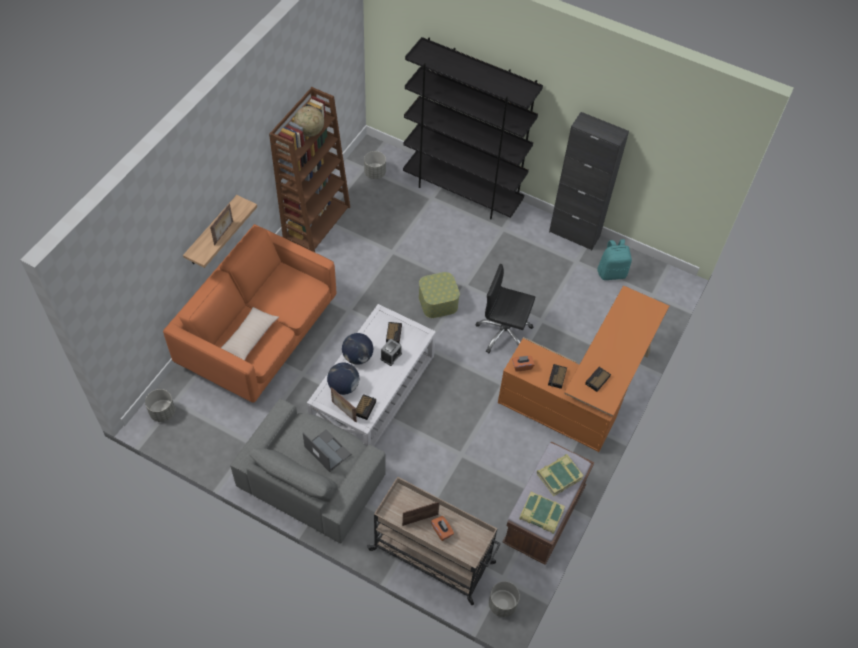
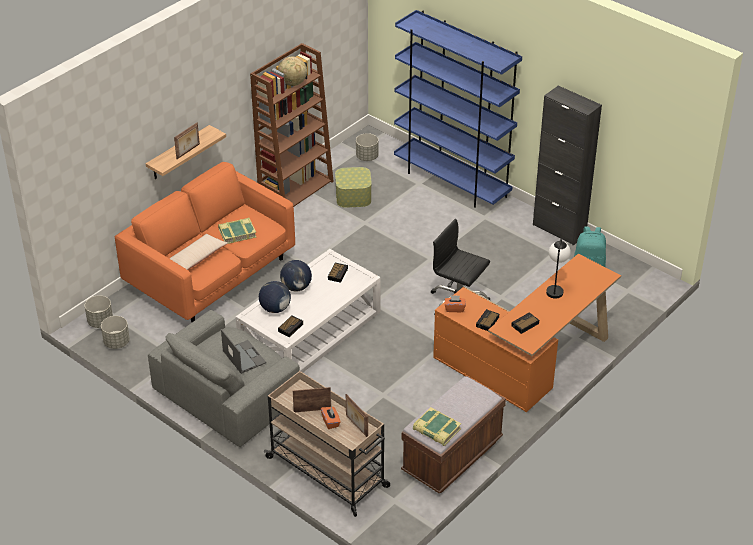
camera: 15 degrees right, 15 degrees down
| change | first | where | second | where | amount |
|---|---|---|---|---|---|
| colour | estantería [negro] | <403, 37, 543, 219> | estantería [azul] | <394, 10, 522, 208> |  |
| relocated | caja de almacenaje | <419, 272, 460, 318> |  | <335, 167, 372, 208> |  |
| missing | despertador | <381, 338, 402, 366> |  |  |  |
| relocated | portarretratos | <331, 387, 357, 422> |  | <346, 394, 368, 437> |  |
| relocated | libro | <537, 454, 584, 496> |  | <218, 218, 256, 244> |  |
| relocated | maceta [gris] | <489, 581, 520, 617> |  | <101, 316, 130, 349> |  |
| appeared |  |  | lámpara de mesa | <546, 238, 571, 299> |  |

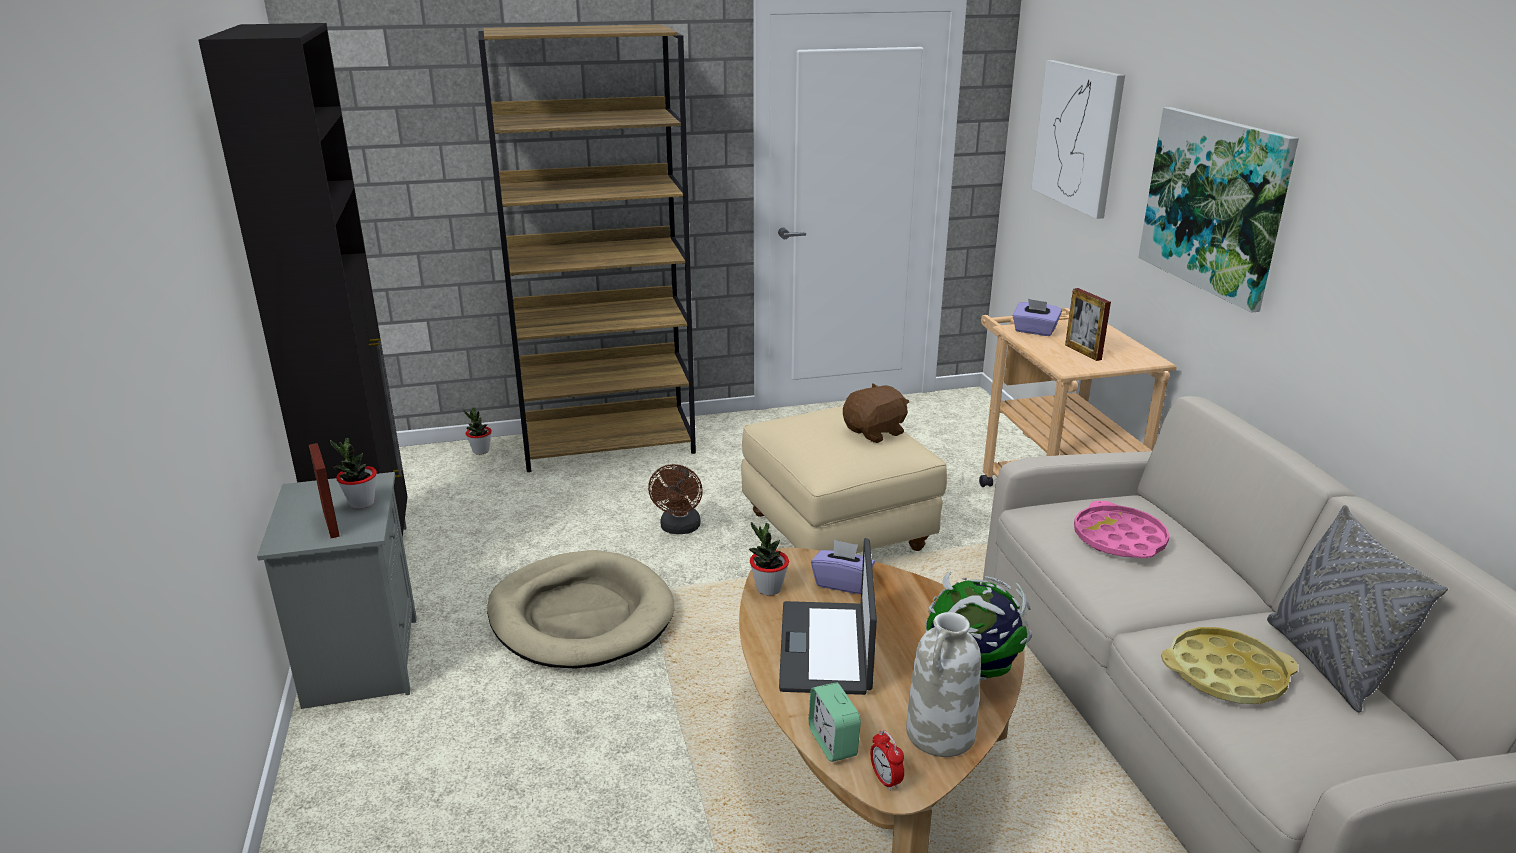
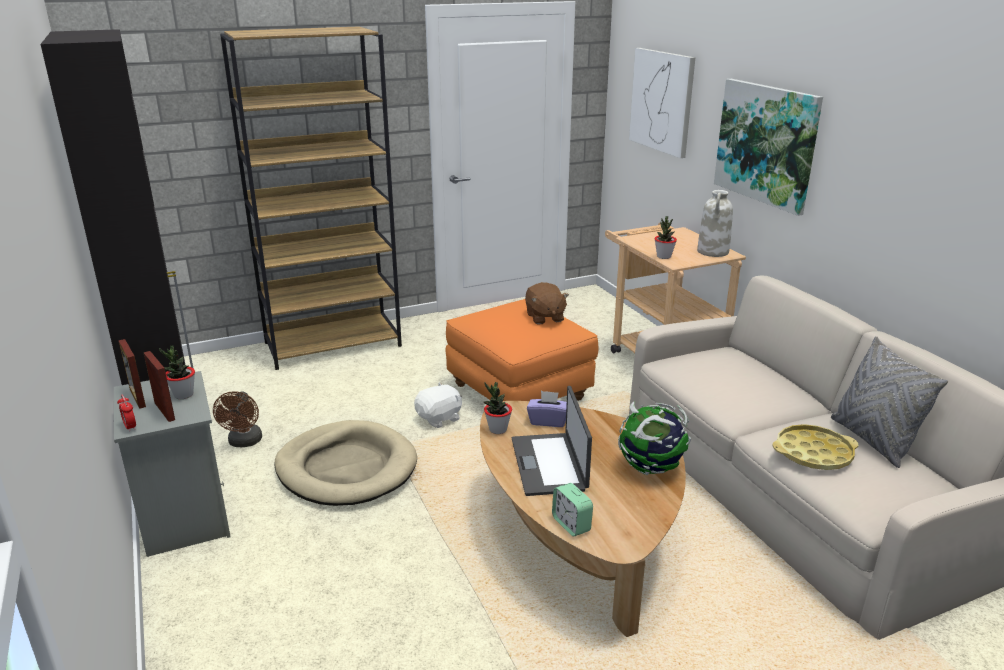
camera: 10 degrees left, 0 degrees up
| change | first | where | second | where | amount |
|---|---|---|---|---|---|
| relocated | portarretratos | <1065, 288, 1111, 361> |  | <119, 339, 146, 409> |  |
| missing | caja de pañuelos [morado] | <1013, 299, 1062, 336> |  |  |  |
| spun | peluche [marrón] | <843, 384, 909, 443> |  | <525, 282, 569, 325> | 120 degrees clockwise |
| colour | puf [beis] | <741, 406, 947, 554> | puf [naranja] | <446, 299, 598, 401> |  |
| relocated | planta en maceta | <463, 407, 492, 455> |  | <655, 216, 677, 259> |  |
| relocated | ventilador [marrón] | <648, 464, 703, 534> |  | <213, 391, 262, 447> |  |
| missing | bandeja [rosa] | <1074, 501, 1169, 558> |  |  |  |
| relocated | florero [blanco] | <906, 612, 981, 757> |  | <697, 190, 733, 257> |  |
| relocated | despertador | <870, 730, 904, 791> |  | <117, 395, 136, 432> |  |
| appeared |  |  | peluche [blanco] | <414, 382, 462, 428> |  |

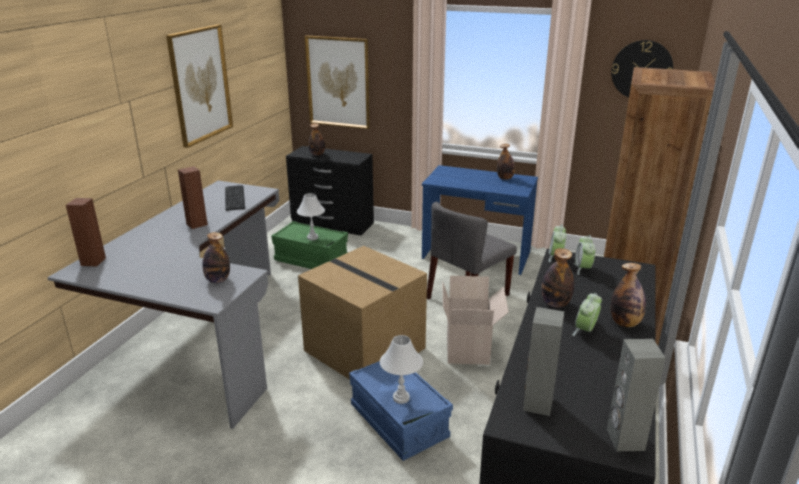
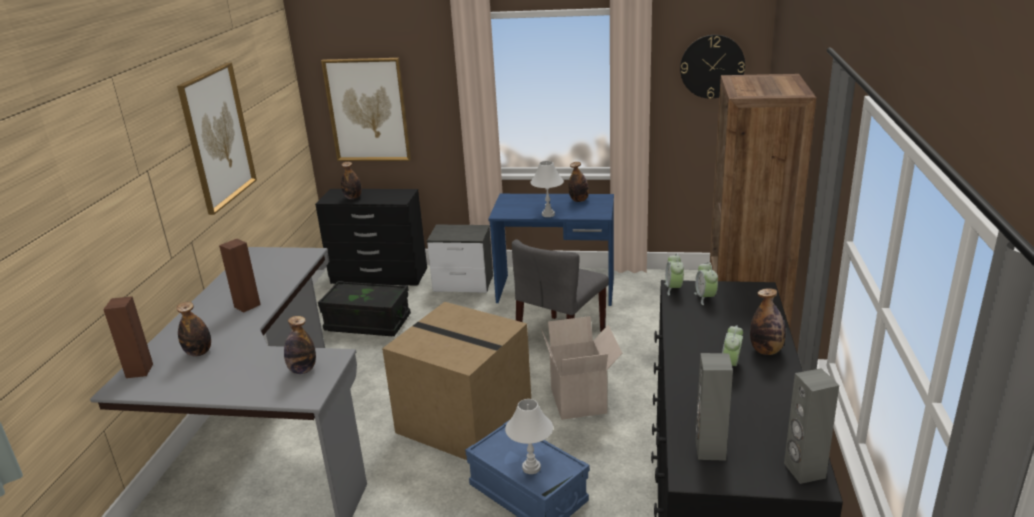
camera: 10 degrees left, 0 degrees up
| change | first | where | second | where | amount |
|---|---|---|---|---|---|
| missing | teclado | <225, 185, 245, 211> |  |  |  |
| relocated | lámpara de mesa [blanco] | <297, 193, 325, 240> |  | <530, 161, 564, 217> |  |
| colour | caja de almacenaje [verde] | <271, 221, 348, 269> | caja de almacenaje [negro] | <318, 281, 411, 336> |  |
| relocated | botella | <541, 248, 574, 308> |  | <177, 302, 211, 356> |  |
| appeared |  |  | mesita de noche | <427, 225, 493, 293> |  |

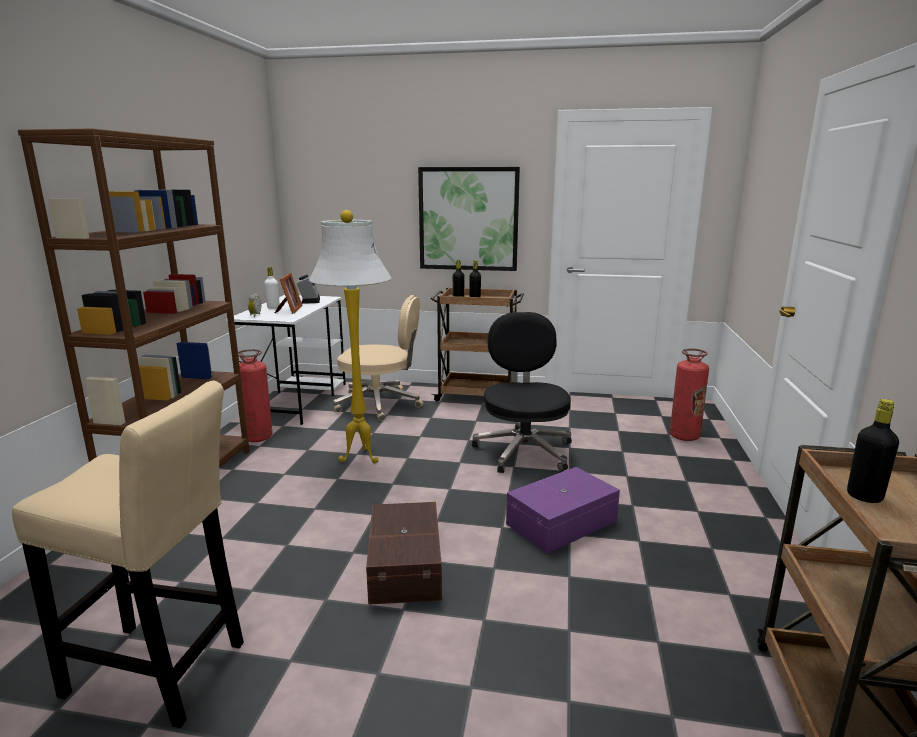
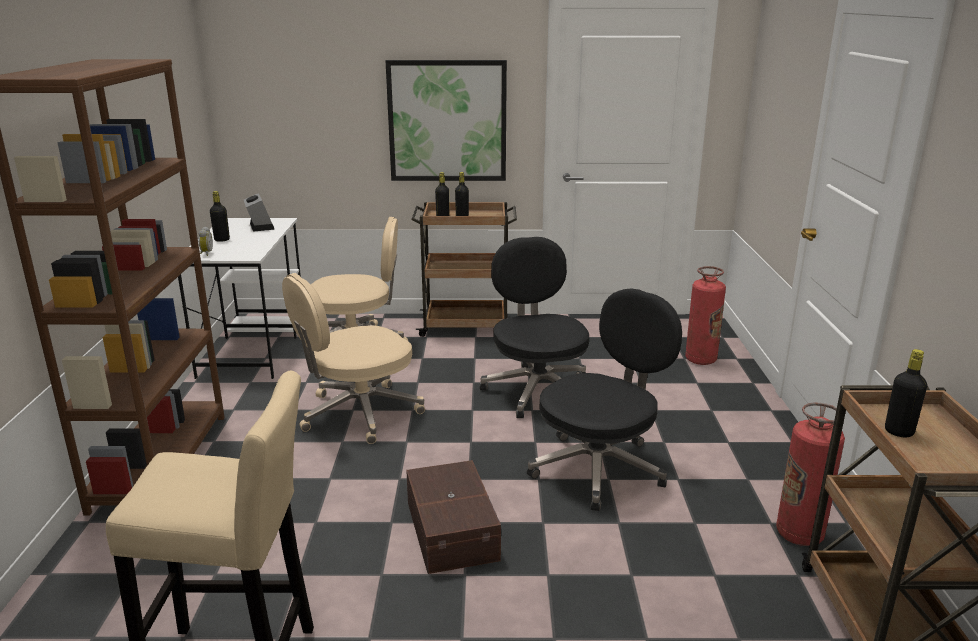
camera: 10 degrees left, 5 degrees up
| change | first | where | second | where | amount |
|---|---|---|---|---|---|
| exchanged | lámpara de pie [blanco] | <309, 210, 391, 463> | silla de oficina [beis] | <282, 273, 425, 444> |  |
| colour | botella [blanco] | <264, 267, 280, 309> | botella [negro] | <210, 191, 230, 242> |  |
| missing | portarretratos | <275, 273, 303, 314> |  |  |  |
| relocated | extintor | <238, 349, 273, 442> |  | <776, 403, 845, 546> |  |
| exchanged | caja de almacenaje [morado] | <506, 467, 620, 554> | silla de oficina [negro] | <527, 288, 682, 511> |  |

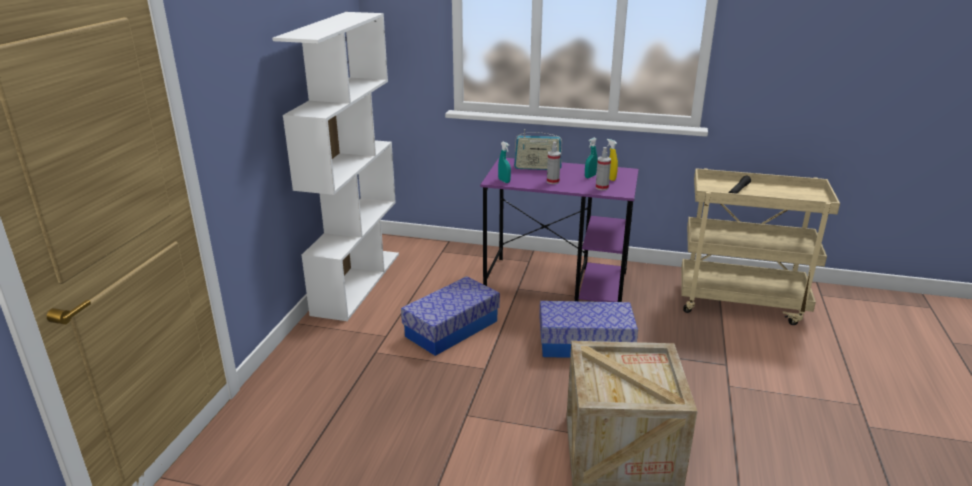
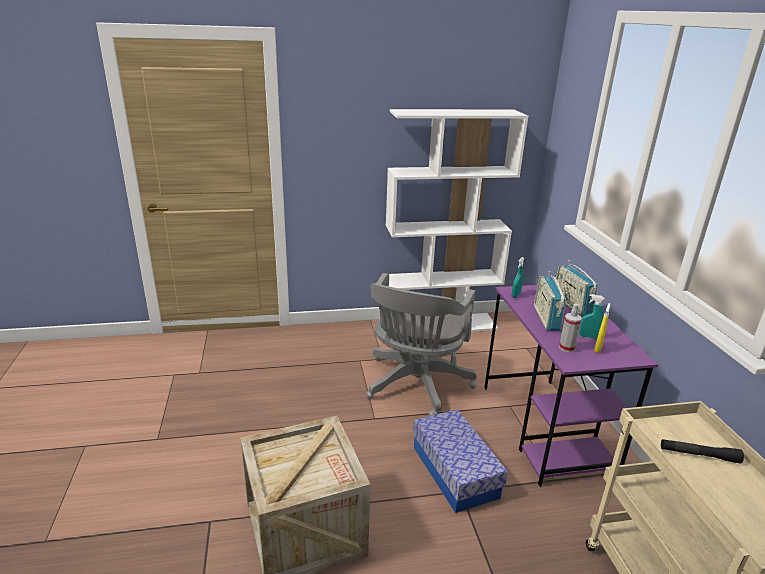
camera: 65 degrees right, 0 degrees up
| change | first | where | second | where | amount |
|---|---|---|---|---|---|
| exchanged | pulverizador | <547, 142, 561, 184> | radio | <534, 271, 566, 331> |  |
| exchanged | caja de almacenaje | <401, 276, 500, 356> | silla de oficina [gris] | <366, 273, 476, 416> |  |

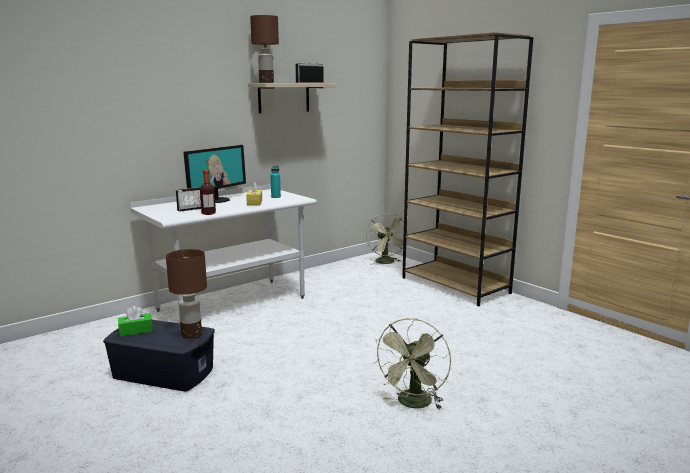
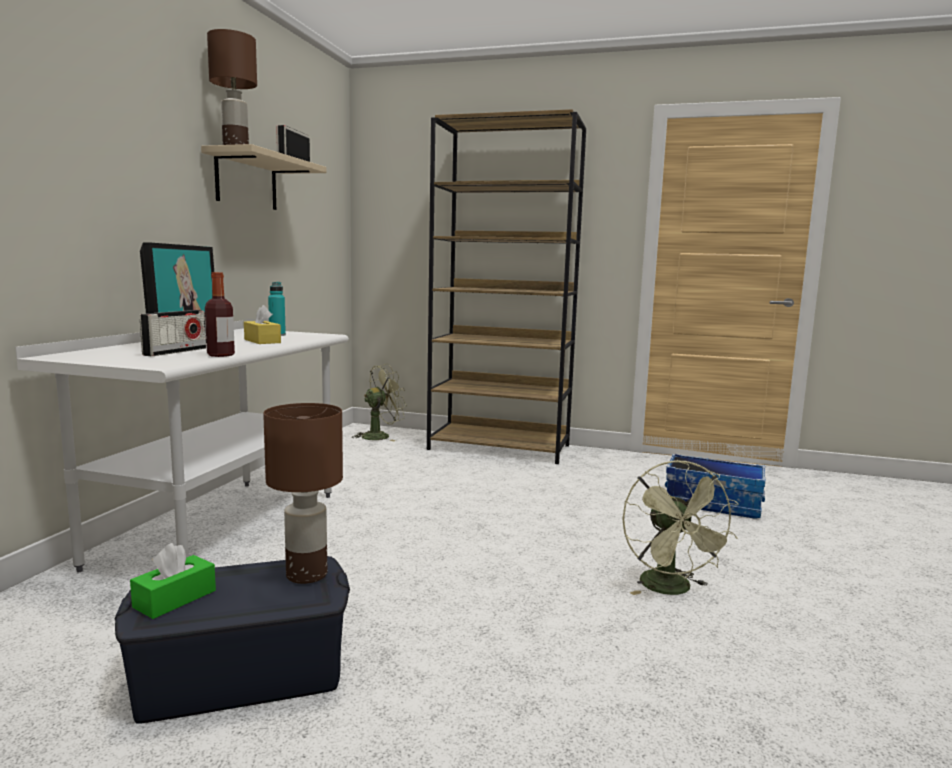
camera: 35 degrees left, 5 degrees down
| change | first | where | second | where | amount |
|---|---|---|---|---|---|
| spun | ventilador [verde] | <366, 213, 409, 265> |  | <352, 364, 407, 441> | 75 degrees counterclockwise |
| appeared |  |  | caja de almacenaje | <665, 453, 765, 519> |  |

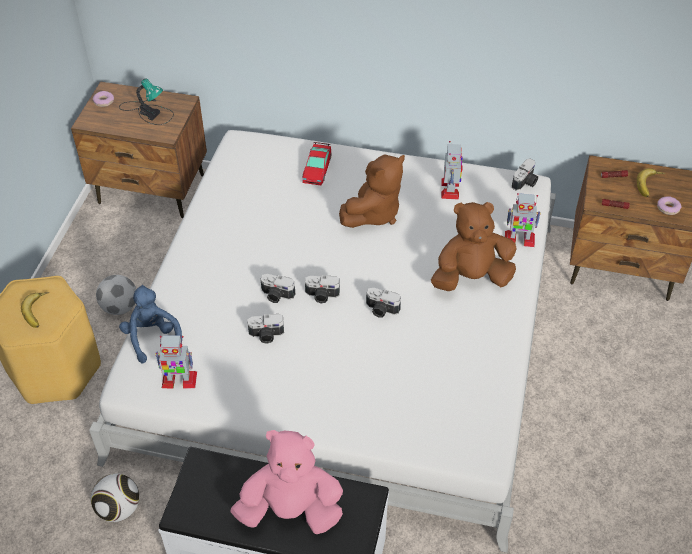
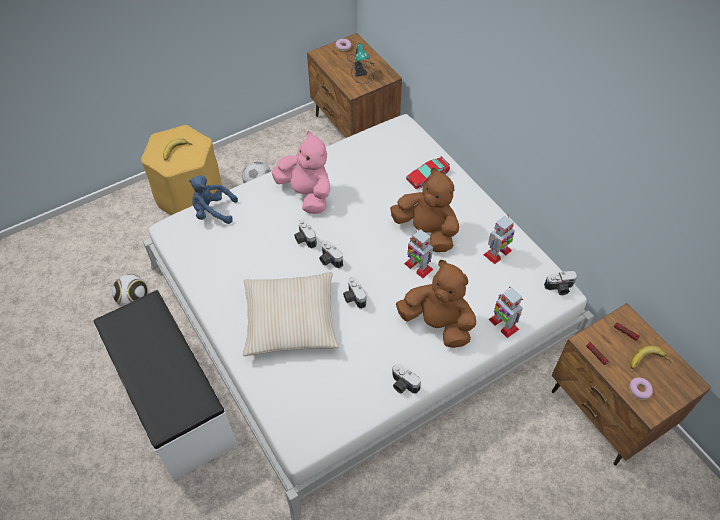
camera: 45 degrees right, 5 degrees up
| change | first | where | second | where | amount |
|---|---|---|---|---|---|
| spun | peluche [marrón] | <339, 154, 405, 228> |  | <390, 167, 459, 252> | 135 degrees counterclockwise |
| spun | peluche [azul] | <119, 285, 182, 363> |  | <189, 175, 238, 224> | 105 degrees counterclockwise |
| relocated | cámara | <248, 314, 284, 344> |  | <392, 364, 421, 394> |  |
| relocated | robot de juguete | <155, 335, 197, 388> |  | <404, 228, 434, 278> |  |
| relocated | peluche [rosa] | <230, 430, 343, 534> |  | <272, 131, 330, 214> |  |
| appeared |  |  | cojín [beis] | <243, 272, 339, 356> |  |

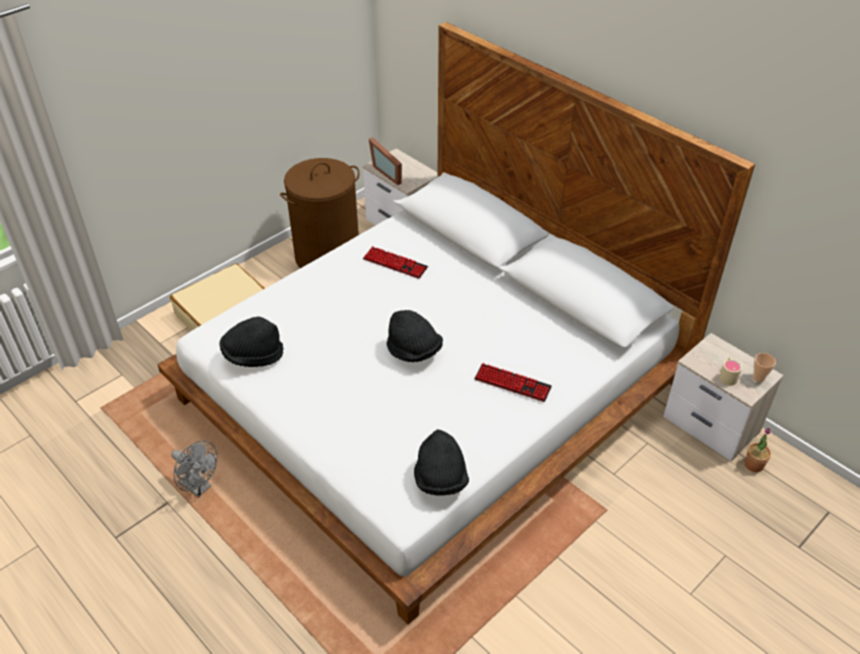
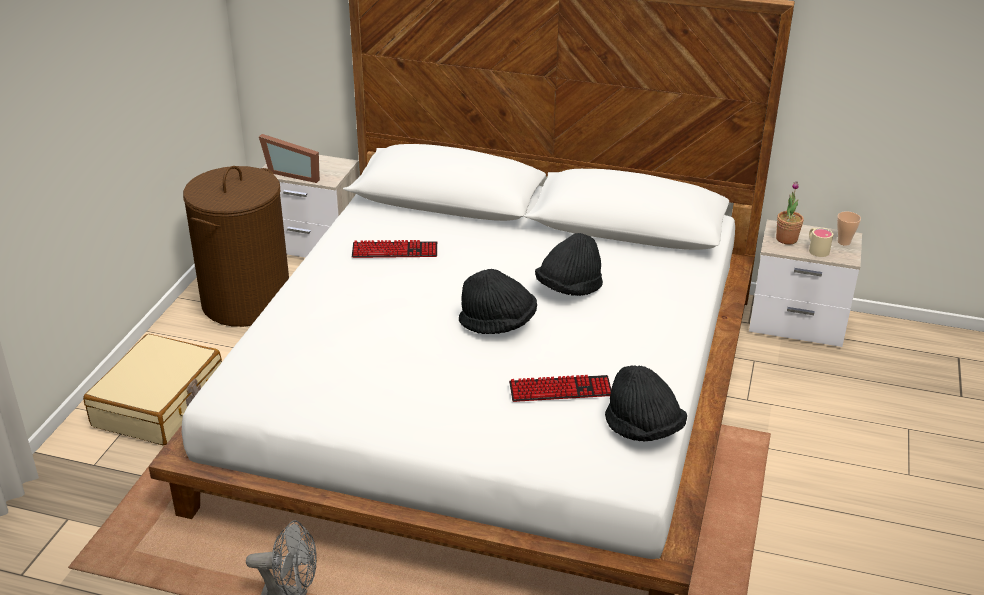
camera: 30 degrees left, 10 degrees down
| change | first | where | second | where | amount |
|---|---|---|---|---|---|
| relocated | sombrero [negro] | <219, 316, 284, 367> |  | <535, 233, 603, 296> |  |
| relocated | teclado | <474, 363, 552, 402> |  | <509, 375, 611, 402> |  |
| relocated | planta en maceta | <745, 428, 771, 472> |  | <776, 181, 804, 244> |  |

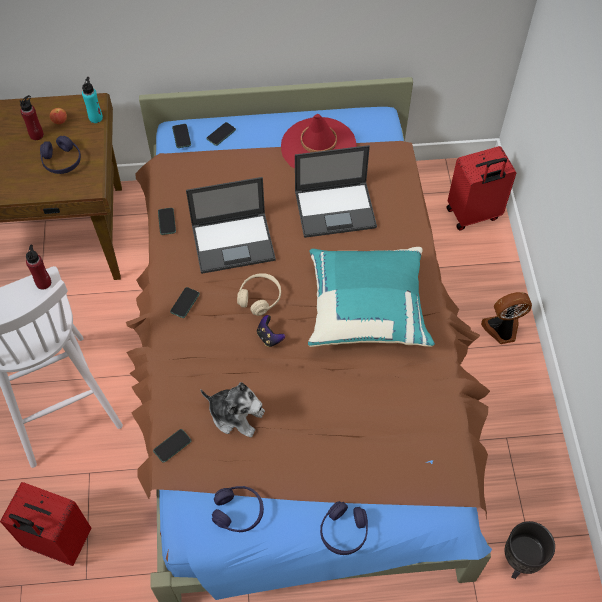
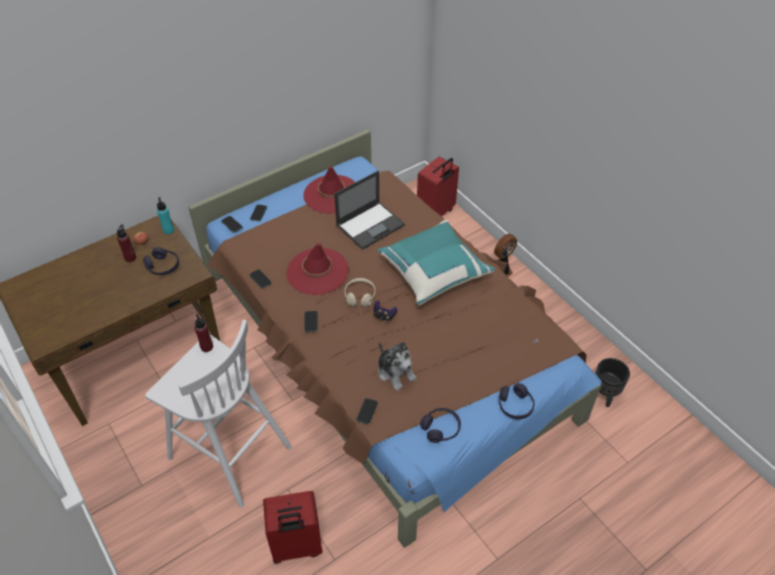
camera: 30 degrees left, 10 degrees down
| change | first | where | second | where | amount |
|---|---|---|---|---|---|
| exchanged | portátil | <186, 177, 276, 274> | sombrero [rojo] | <286, 243, 349, 295> |  |
| spun | peluche | <200, 382, 265, 437> |  | <378, 341, 417, 391> | 60 degrees clockwise |

